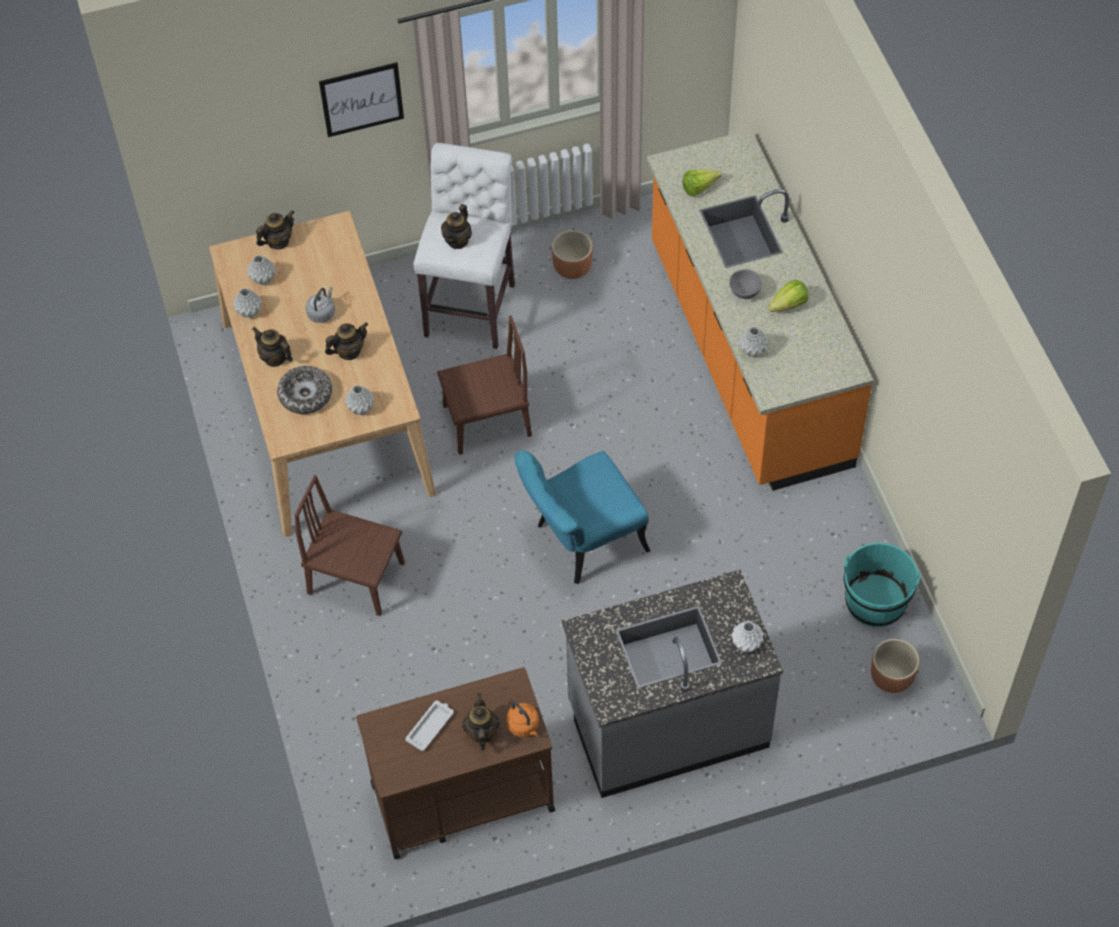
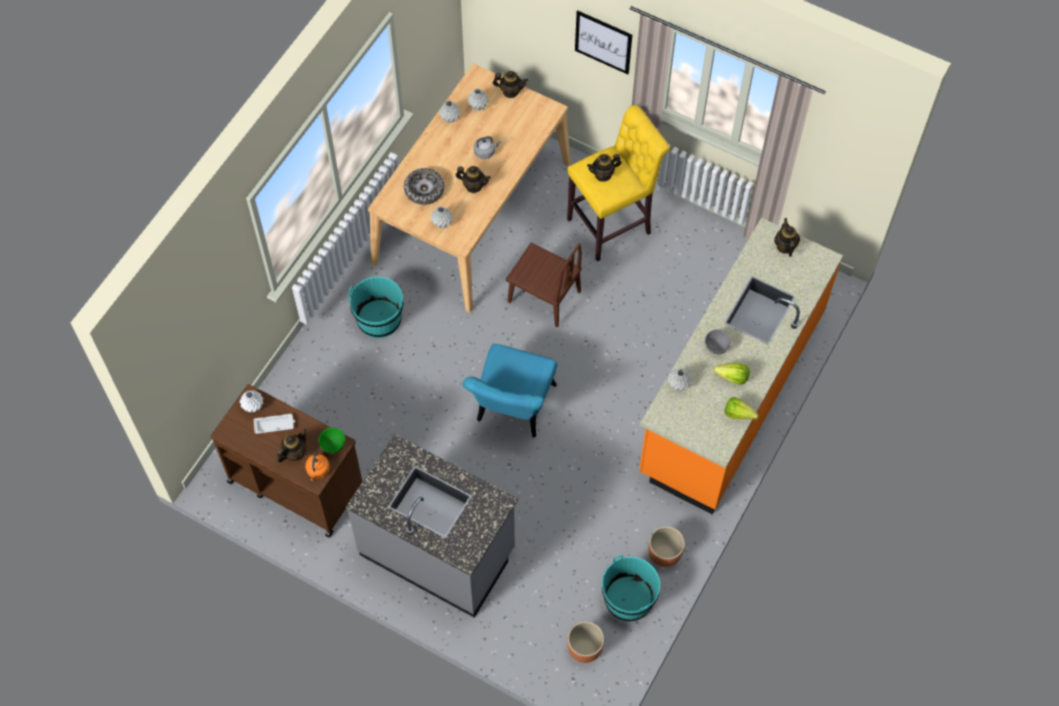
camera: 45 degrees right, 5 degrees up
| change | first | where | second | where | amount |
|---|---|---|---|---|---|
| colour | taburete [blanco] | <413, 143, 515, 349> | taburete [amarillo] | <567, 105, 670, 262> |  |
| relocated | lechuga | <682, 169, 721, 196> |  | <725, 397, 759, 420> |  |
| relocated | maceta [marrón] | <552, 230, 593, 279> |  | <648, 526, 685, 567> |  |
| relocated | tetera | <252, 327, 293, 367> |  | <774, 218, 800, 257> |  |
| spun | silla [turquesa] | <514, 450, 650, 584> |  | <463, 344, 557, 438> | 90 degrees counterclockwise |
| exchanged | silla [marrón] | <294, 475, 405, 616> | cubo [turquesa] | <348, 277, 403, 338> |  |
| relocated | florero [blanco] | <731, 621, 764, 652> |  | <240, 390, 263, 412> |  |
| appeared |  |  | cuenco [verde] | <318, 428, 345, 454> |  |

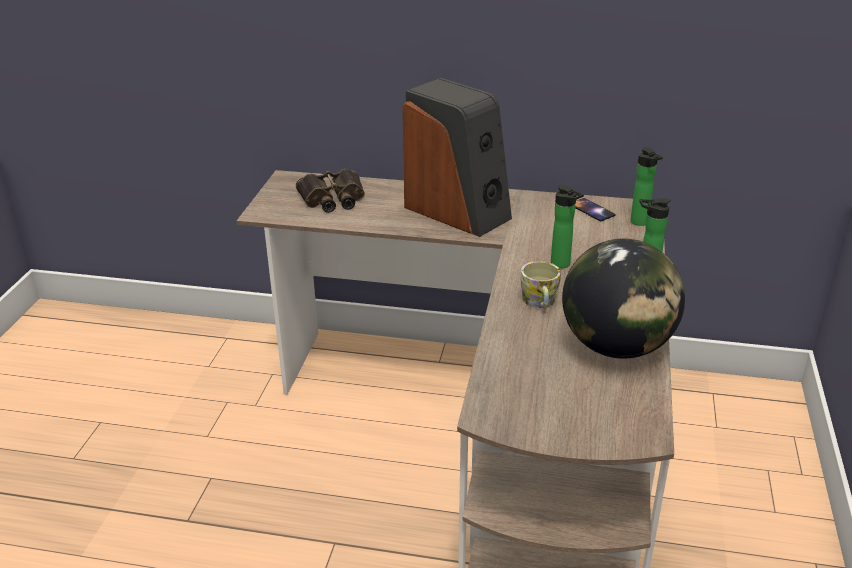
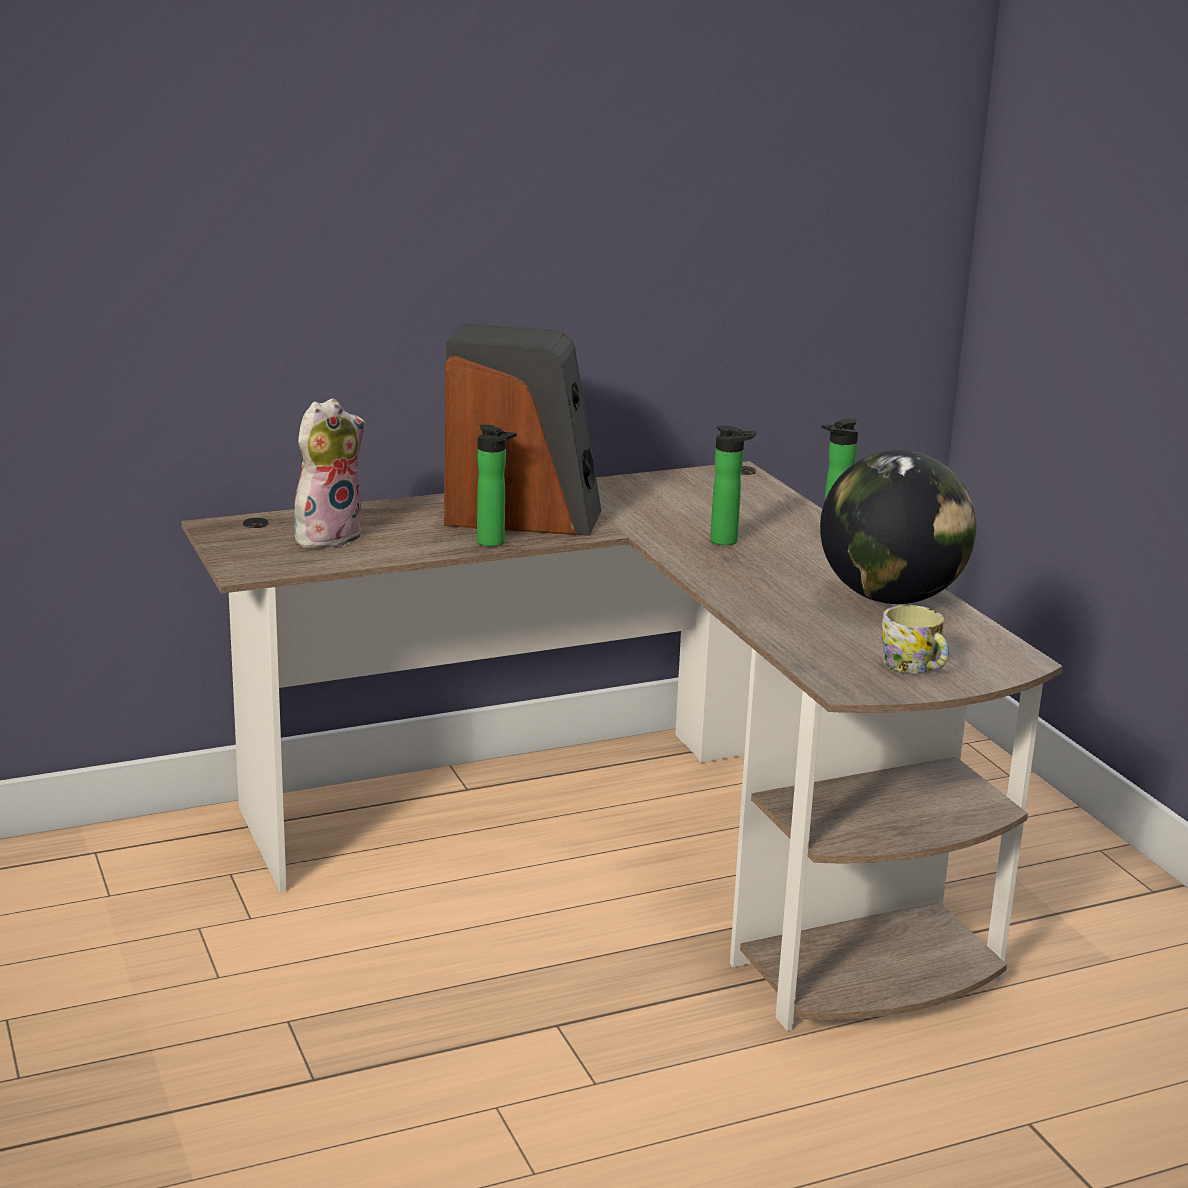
camera: 35 degrees left, 10 degrees down
| change | first | where | second | where | amount |
|---|---|---|---|---|---|
| relocated | botella | <630, 146, 663, 226> |  | <477, 425, 517, 547> |  |
| exchanged | prismáticos | <296, 169, 365, 213> | peluche | <294, 398, 365, 548> |  |
| missing | móvil | <575, 198, 616, 221> |  |  |  |
| relocated | taza grande | <520, 261, 561, 309> |  | <882, 605, 949, 673> |  |

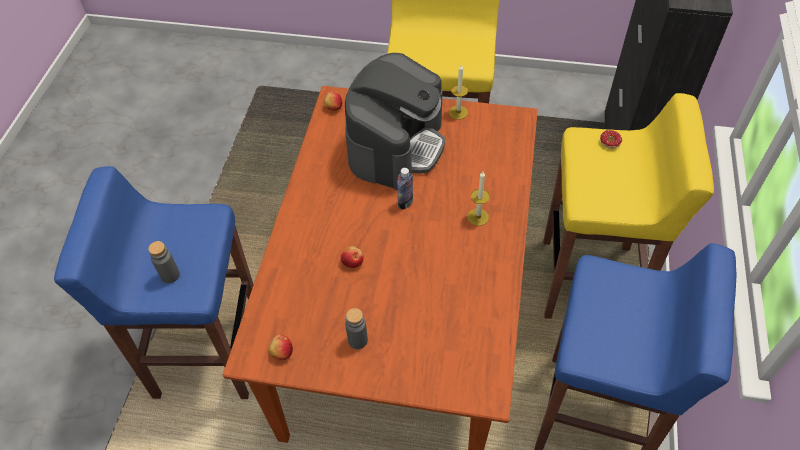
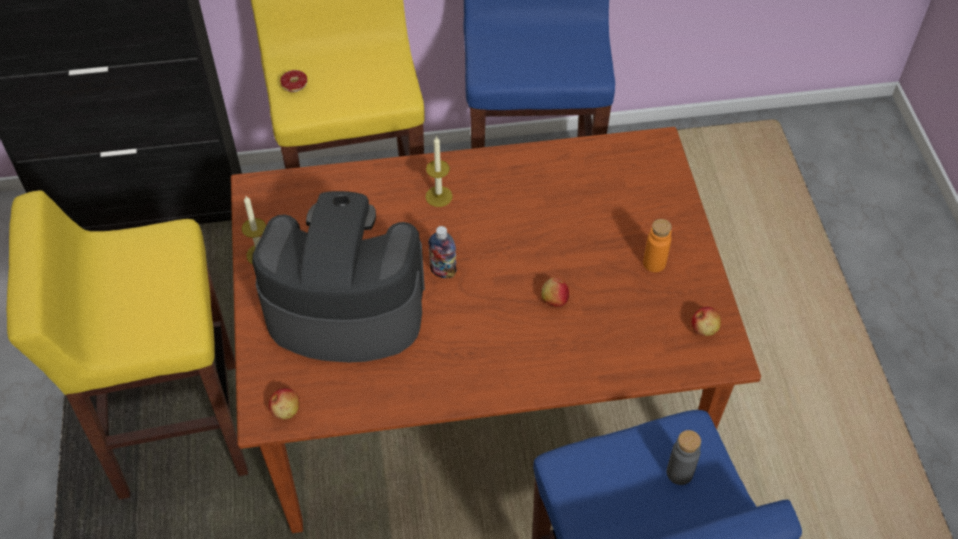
camera: 110 degrees left, 0 degrees up
| change | first | where | second | where | amount |
|---|---|---|---|---|---|
| colour | botella [gris] | <345, 308, 368, 349> | botella [naranja] | <643, 219, 672, 272> |  |

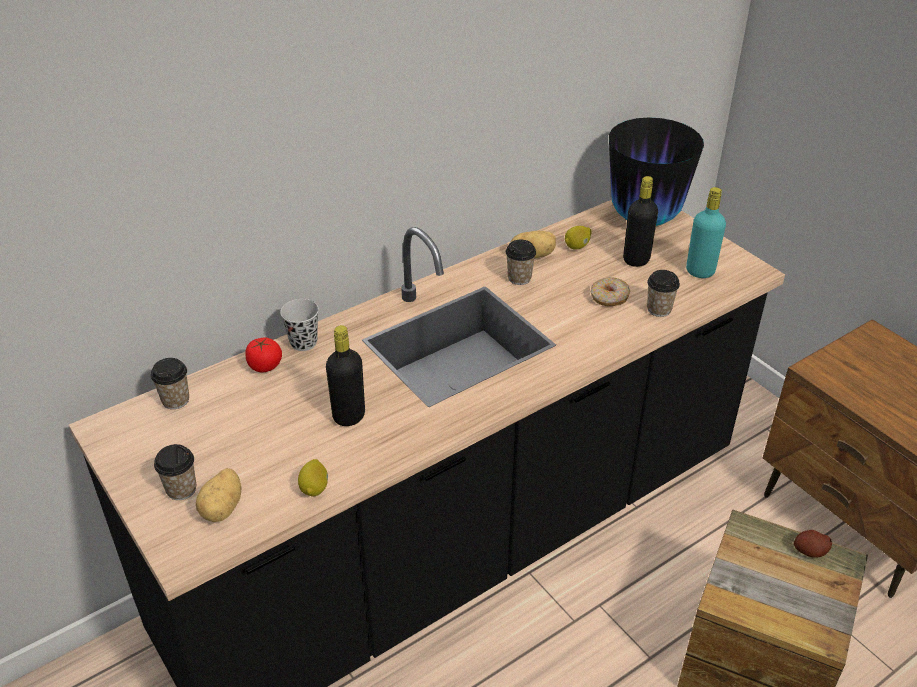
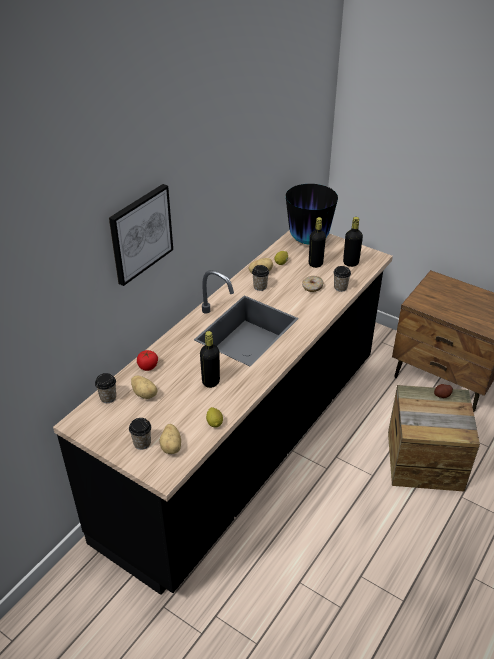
camera: 20 degrees left, 0 degrees up
| change | first | where | second | where | amount |
|---|---|---|---|---|---|
| colour | botella [turquesa] | <686, 187, 726, 278> | botella [negro] | <343, 217, 363, 267> |  |
| missing | taza [negro] | <280, 299, 319, 351> |  |  |  |
| appeared |  |  | cuadro | <109, 184, 173, 286> |  |
| appeared |  |  | patata | <131, 376, 158, 399> |  |

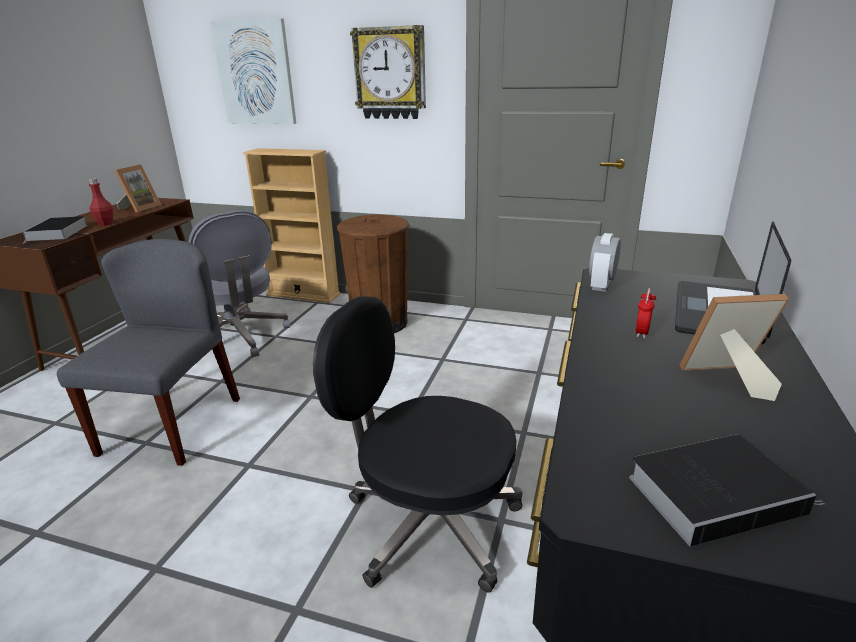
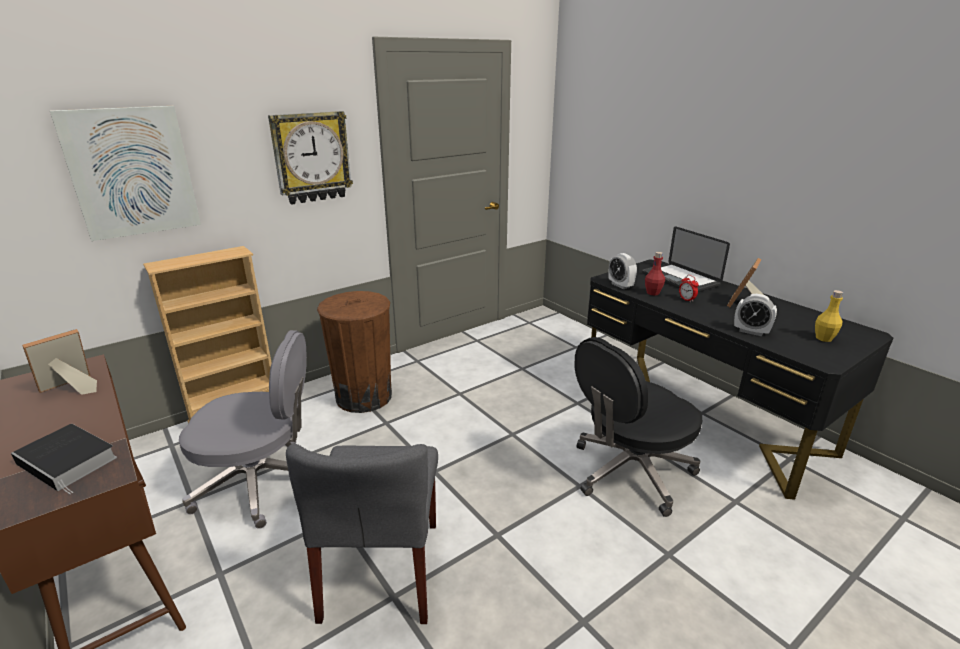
camera: 55 degrees left, 0 degrees up
| change | first | where | second | where | amount |
|---|---|---|---|---|---|
| spun | portarretratos | <115, 164, 161, 212> |  | <22, 329, 97, 395> | 105 degrees counterclockwise |
| relocated | botella [rojo] | <89, 178, 113, 226> |  | <645, 252, 665, 295> |  |
| spun | silla [gris] | <57, 239, 240, 466> |  | <286, 444, 438, 624> | 135 degrees counterclockwise |
| exchanged | libro | <629, 434, 824, 547> | botella [amarillo] | <815, 290, 843, 342> |  |
| appeared |  |  | despertador | <734, 294, 777, 336> |  |

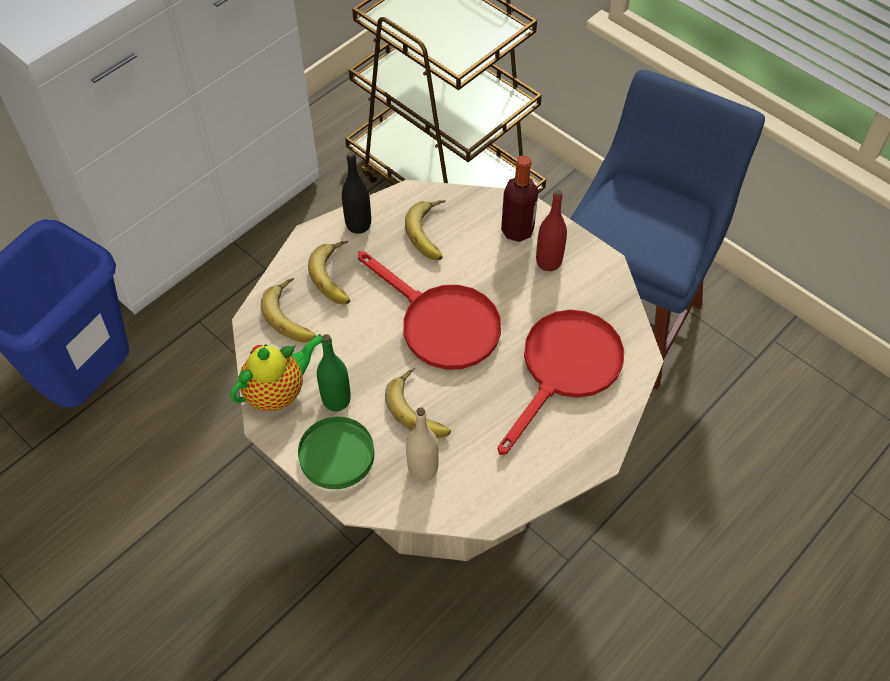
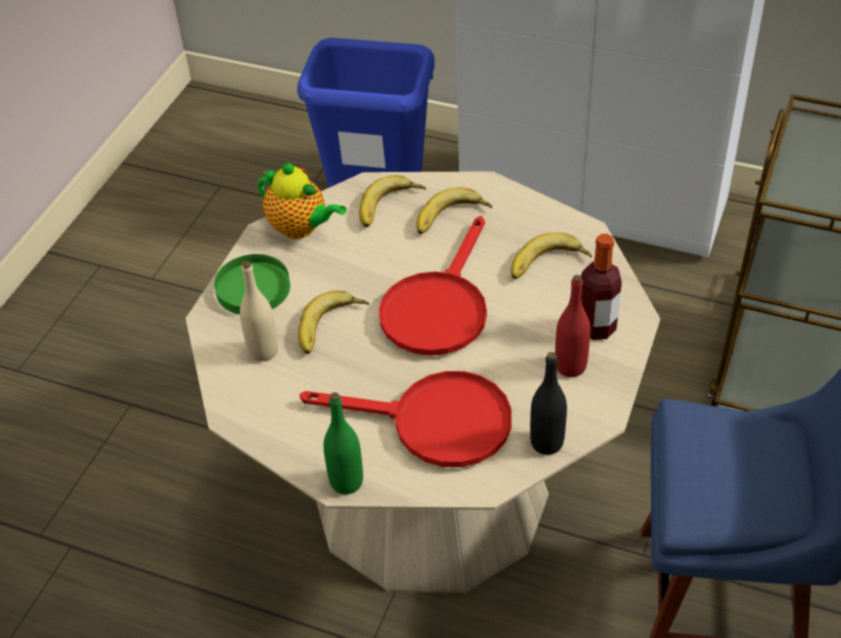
camera: 70 degrees right, 10 degrees down
| change | first | where | second | where | amount |
|---|---|---|---|---|---|
| relocated | botella [negro] | <342, 151, 371, 234> |  | <530, 352, 567, 455> |  |
| relocated | botella [verde] | <317, 334, 351, 411> |  | <323, 392, 363, 494> |  |

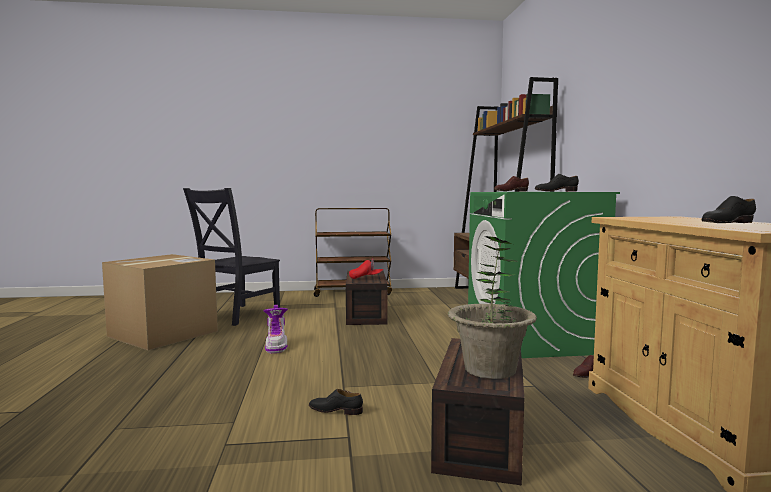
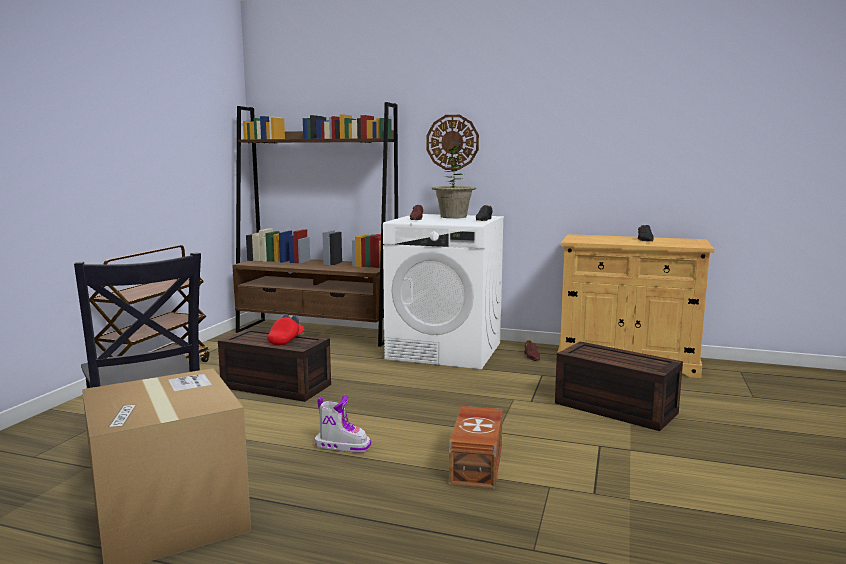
camera: 65 degrees left, 5 degrees up
| change | first | where | second | where | amount |
|---|---|---|---|---|---|
| colour | lavadora [verde] | <468, 192, 620, 358> | lavadora [blanco] | <383, 214, 504, 369> |  |
| relocated | planta en maceta | <448, 236, 537, 379> |  | <432, 146, 476, 218> |  |
| missing | zapato [negro] | <309, 389, 363, 415> |  |  |  |
| appeared |  |  | reloj de pared | <426, 115, 479, 170> |  |
| appeared |  |  | caja de almacenaje [marrón] | <449, 406, 503, 489> |  |

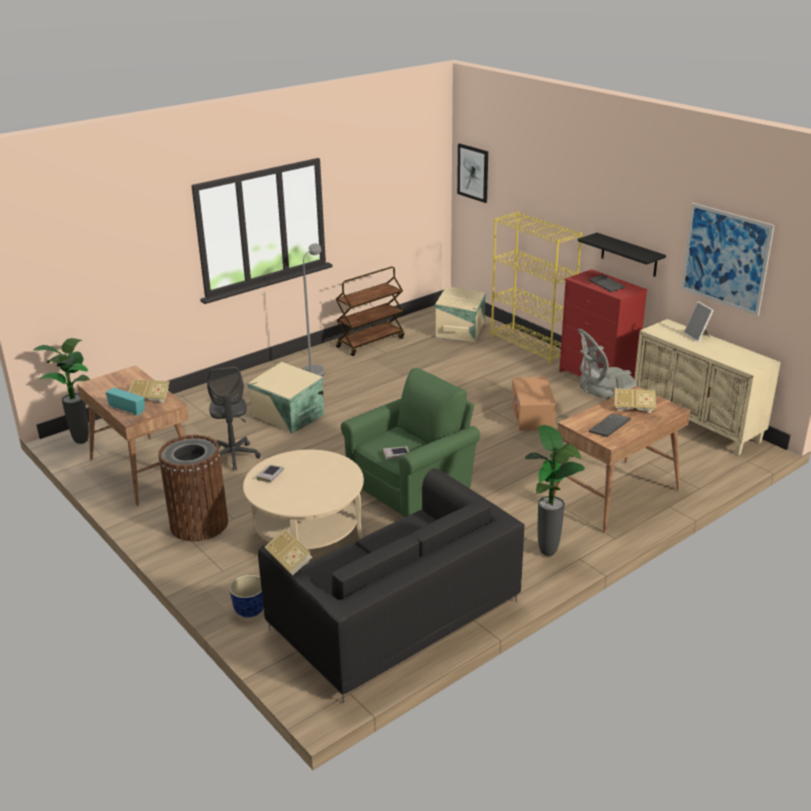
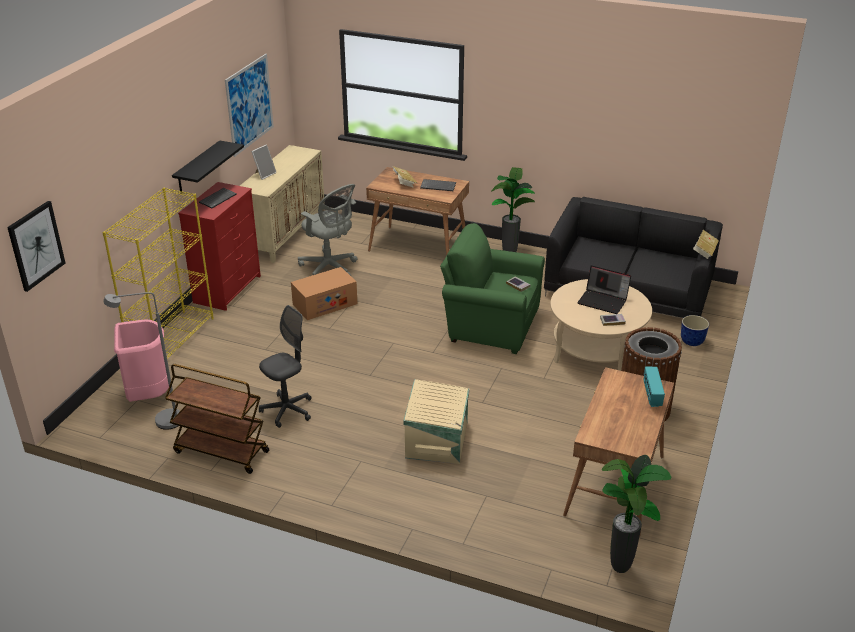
camera: 120 degrees left, 5 degrees up
| change | first | where | second | where | amount |
|---|---|---|---|---|---|
| relocated | lámpara de pie [gris] | <303, 243, 325, 376> |  | <103, 292, 180, 430> |  |
| exchanged | caja de almacenaje [beis] | <435, 286, 486, 342> | papelera [rosa] | <114, 319, 169, 402> |  |
| relocated | silla de oficina [gris] | <207, 367, 261, 471> |  | <259, 305, 311, 428> |  |
| missing | libro | <128, 379, 170, 403> |  |  |  |
| appeared |  |  | portátil | <577, 266, 631, 314> |  |

